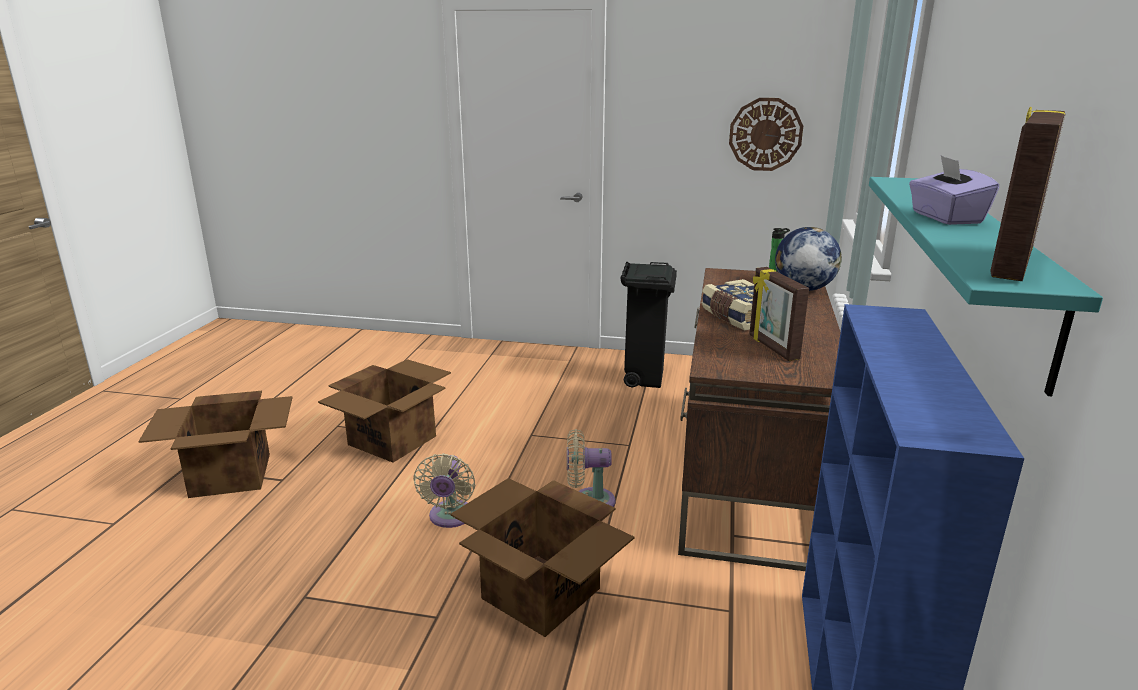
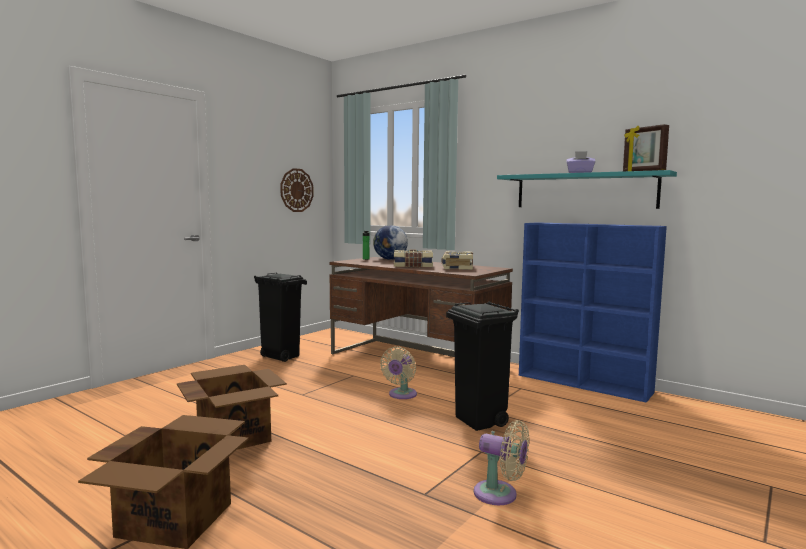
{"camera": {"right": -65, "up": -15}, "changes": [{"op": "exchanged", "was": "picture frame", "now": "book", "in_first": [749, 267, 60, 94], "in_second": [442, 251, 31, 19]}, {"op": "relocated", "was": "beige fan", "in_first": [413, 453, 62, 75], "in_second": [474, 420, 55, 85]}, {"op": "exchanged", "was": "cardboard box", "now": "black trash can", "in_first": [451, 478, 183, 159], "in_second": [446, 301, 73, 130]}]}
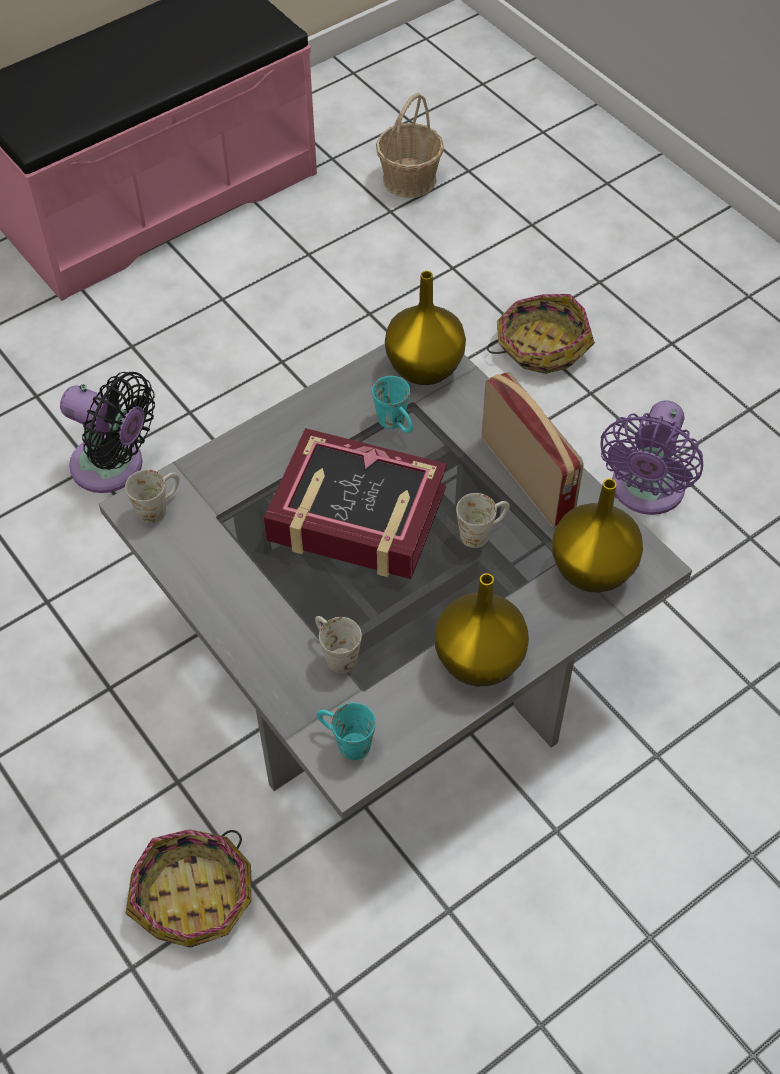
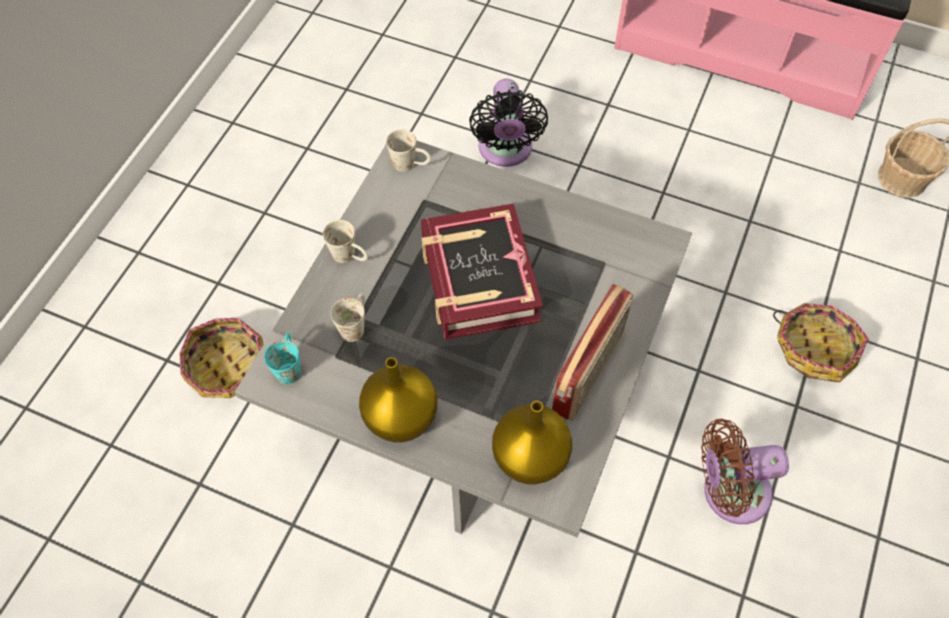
{"camera": {"right": 60, "up": 5}, "changes": [{"op": "missing", "was": "yellow vase", "in_first": [385, 271, 81, 114]}, {"op": "missing", "was": "turquoise mug", "in_first": [372, 376, 41, 57]}, {"op": "colour", "was": "purple fan", "now": "brown fan", "in_first": [600, 400, 103, 115], "in_second": [701, 419, 88, 105]}, {"op": "relocated", "was": "white mug", "in_first": [456, 493, 54, 55], "in_second": [323, 220, 45, 43]}]}
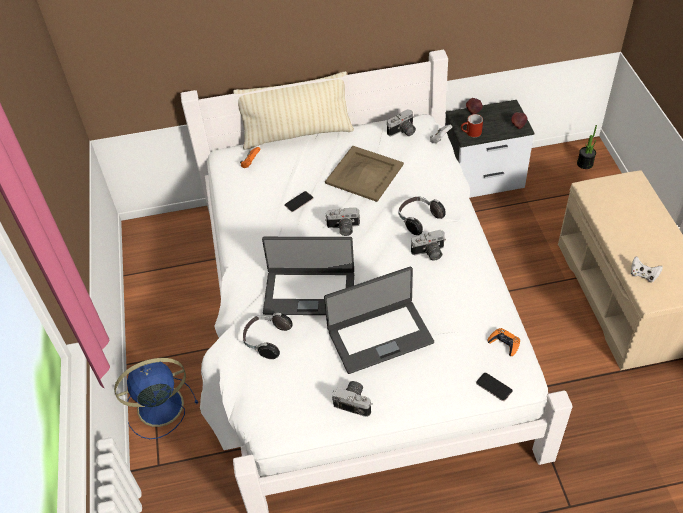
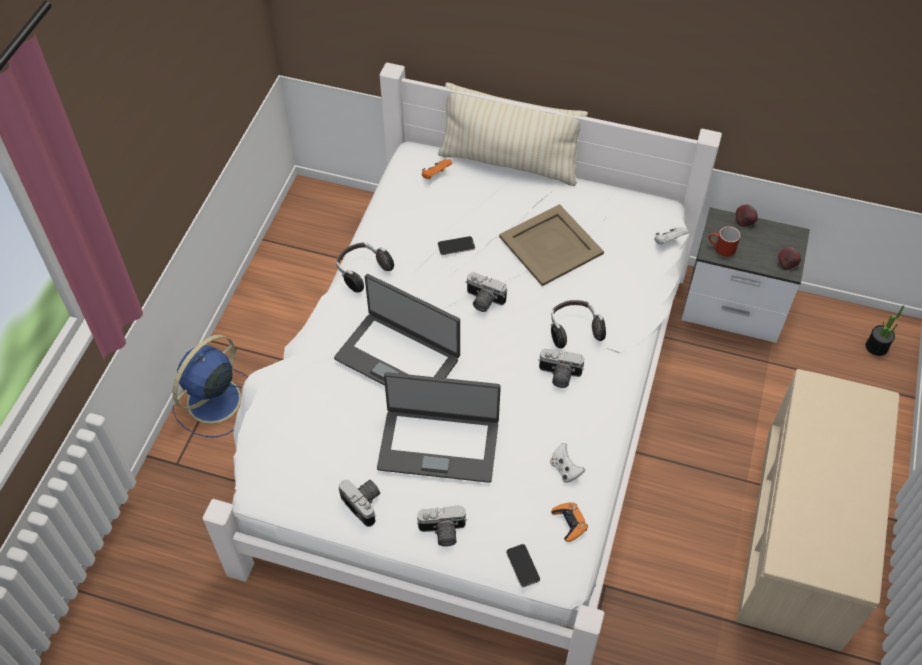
{"camera": {"right": 25, "up": 5}, "changes": [{"op": "relocated", "was": "photo camera", "in_first": [387, 109, 29, 27], "in_second": [417, 505, 50, 42]}, {"op": "relocated", "was": "white game controller", "in_first": [631, 256, 32, 26], "in_second": [550, 443, 35, 40]}, {"op": "relocated", "was": "headphones", "in_first": [243, 313, 50, 46], "in_second": [336, 242, 58, 51]}, {"op": "spun", "was": "blue fan", "in_first": [114, 358, 84, 81], "in_second": [172, 335, 76, 102], "clockwise": -60}]}
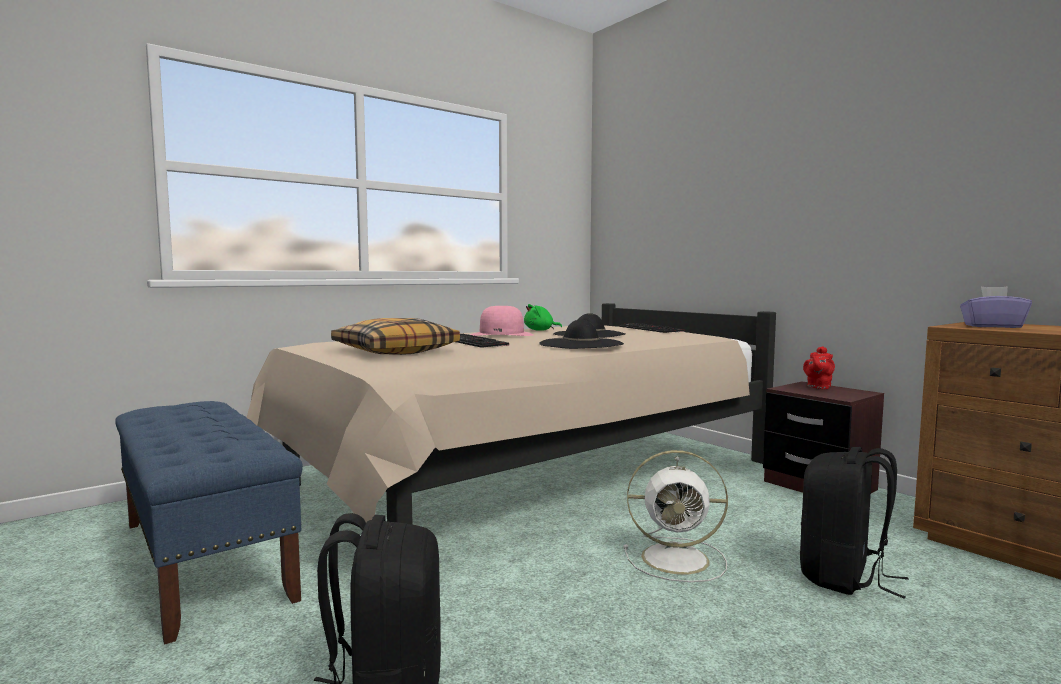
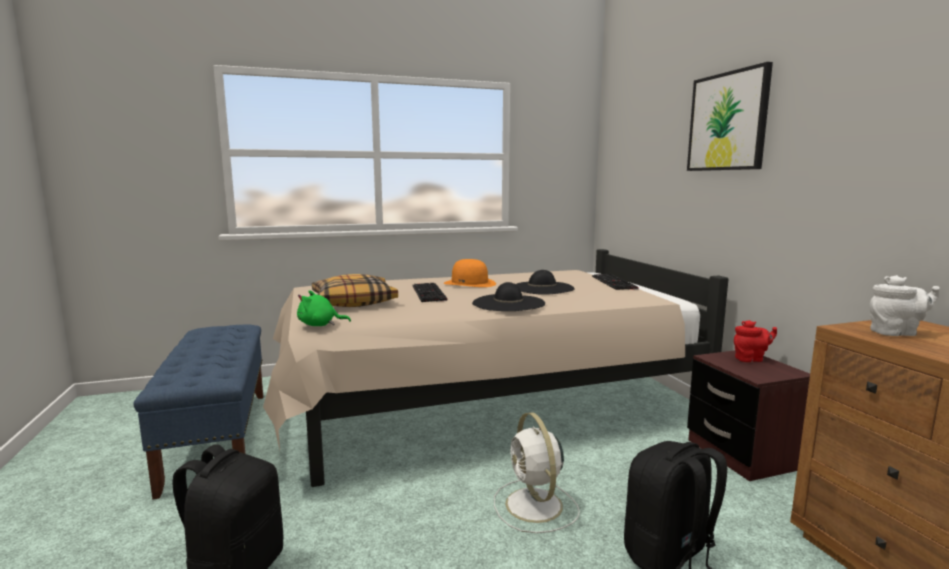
{"camera": {"right": 20, "up": 5}, "changes": [{"op": "exchanged", "was": "purple tissue box", "now": "white teapot", "in_first": [960, 286, 72, 42], "in_second": [869, 275, 71, 61]}, {"op": "relocated", "was": "green plush toy", "in_first": [524, 304, 38, 27], "in_second": [297, 290, 54, 36]}, {"op": "colour", "was": "pink hat", "now": "orange hat", "in_first": [470, 306, 64, 30], "in_second": [444, 259, 52, 28]}, {"op": "spun", "was": "red teapot", "in_first": [803, 346, 32, 43], "in_second": [734, 320, 43, 42], "clockwise": -150}, {"op": "spun", "was": "white fan", "in_first": [624, 450, 104, 132], "in_second": [494, 412, 86, 121], "clockwise": 45}, {"op": "appeared", "now": "picture", "in_second": [687, 62, 86, 109]}]}
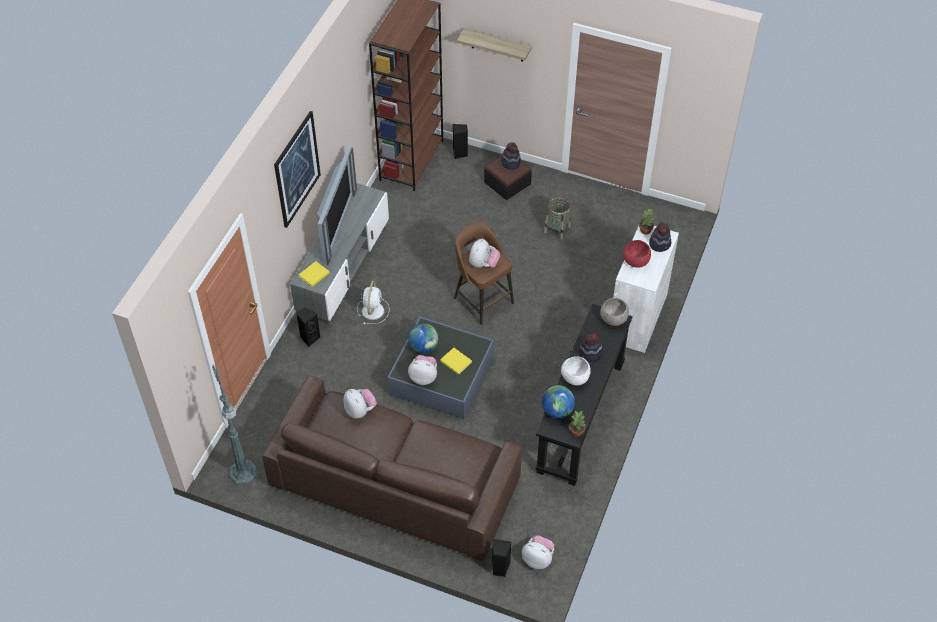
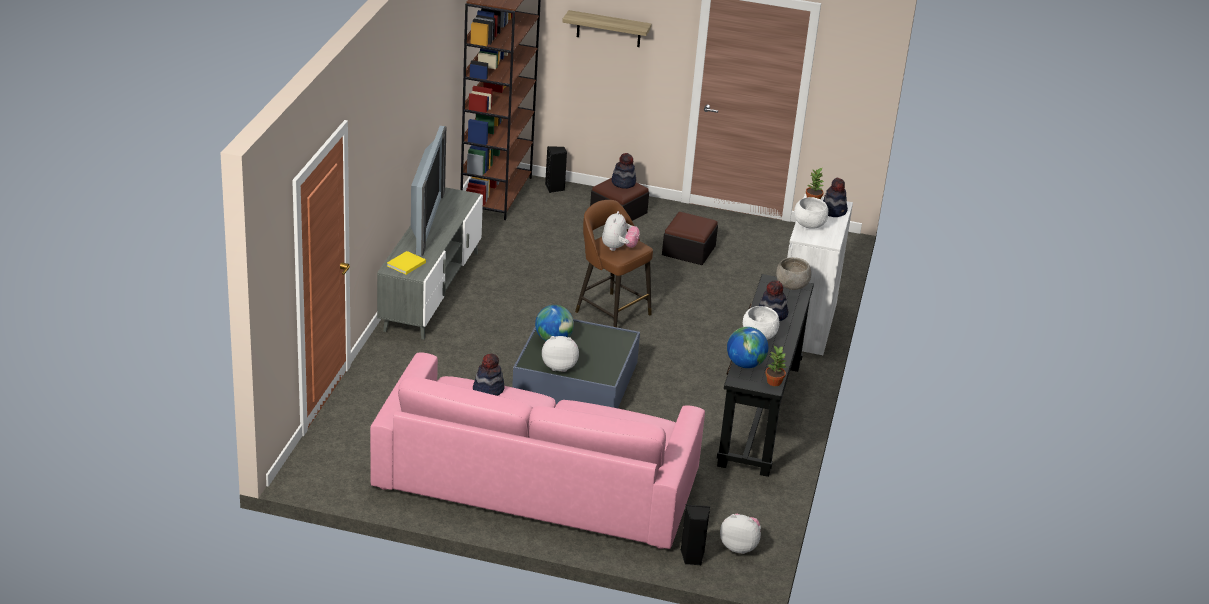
{"camera": {"right": -10, "up": -20}, "changes": [{"op": "missing", "was": "picture", "in_first": [274, 111, 47, 117]}, {"op": "exchanged", "was": "basket", "now": "ottoman", "in_first": [544, 197, 27, 43], "in_second": [662, 212, 56, 53]}, {"op": "colour", "was": "red bowl", "now": "white bowl", "in_first": [623, 240, 28, 28], "in_second": [794, 197, 34, 32]}, {"op": "missing", "was": "white fan", "in_first": [357, 281, 33, 43]}, {"op": "missing", "was": "black speaker", "in_first": [297, 307, 23, 40]}, {"op": "missing", "was": "yellow book", "in_first": [440, 348, 32, 27]}, {"op": "missing", "was": "green floor lamp", "in_first": [212, 365, 45, 120]}, {"op": "colour", "was": "brown sofa", "now": "pink sofa", "in_first": [262, 376, 260, 185], "in_second": [370, 352, 335, 197]}, {"op": "exchanged", "was": "plush toy", "now": "hat", "in_first": [343, 389, 34, 30], "in_second": [473, 354, 32, 42]}]}
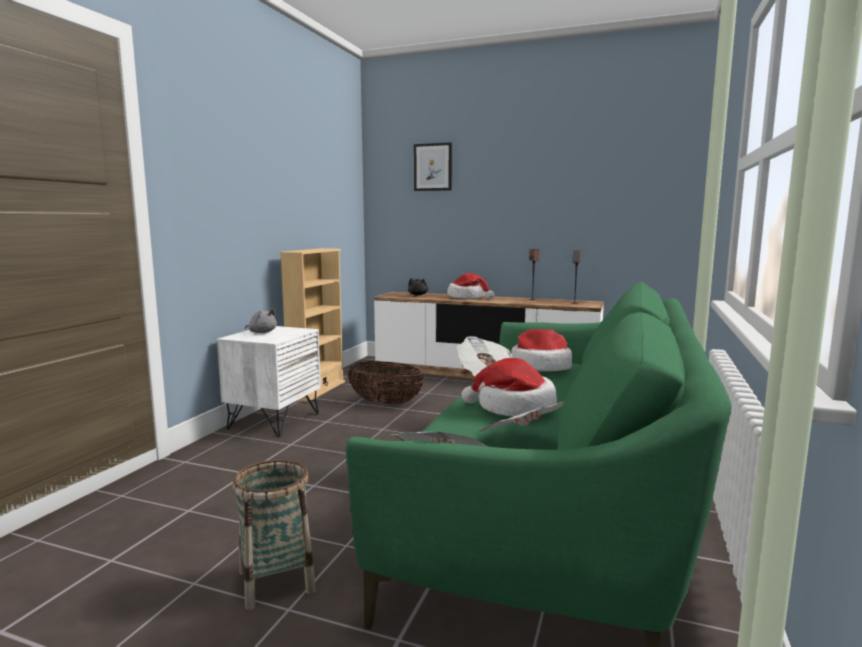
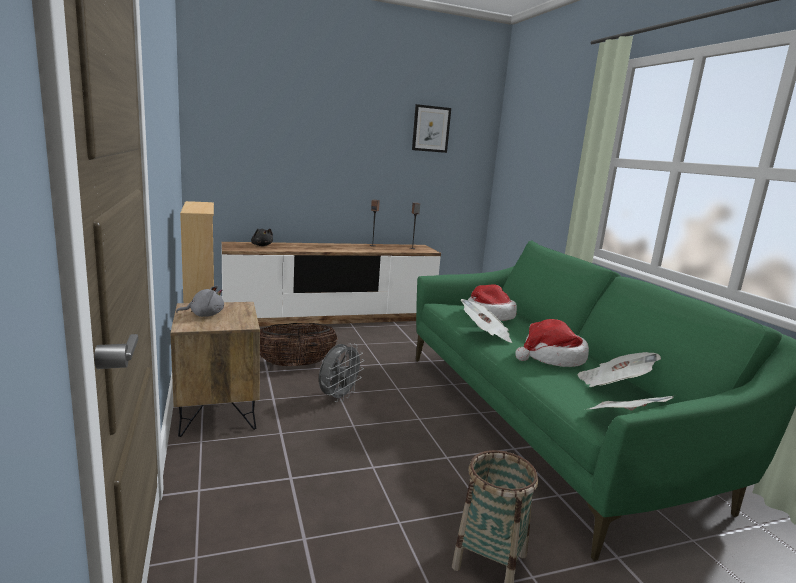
{"camera": {"right": -40, "up": 5}, "changes": [{"op": "relocated", "was": "picture", "in_first": [414, 142, 38, 49], "in_second": [412, 104, 39, 49]}, {"op": "missing", "was": "hat", "in_first": [447, 273, 47, 26]}, {"op": "colour", "was": "white nightstand", "now": "brown nightstand", "in_first": [217, 326, 104, 111], "in_second": [170, 302, 90, 135]}, {"op": "appeared", "now": "grey fan", "in_second": [319, 343, 45, 59]}]}
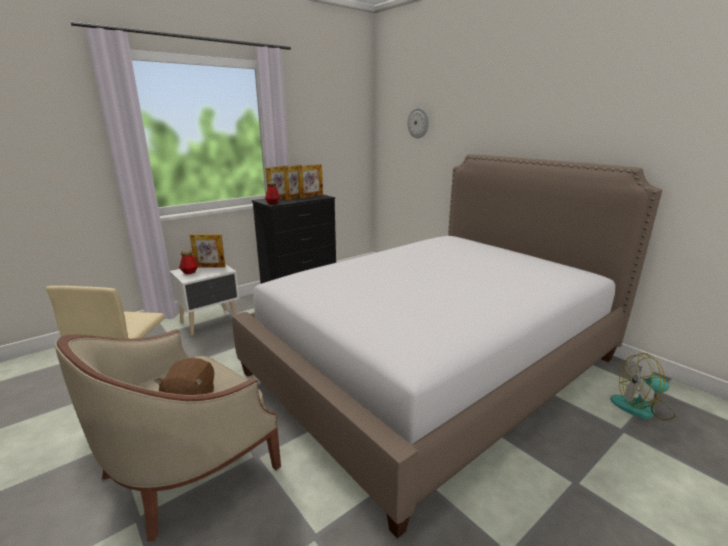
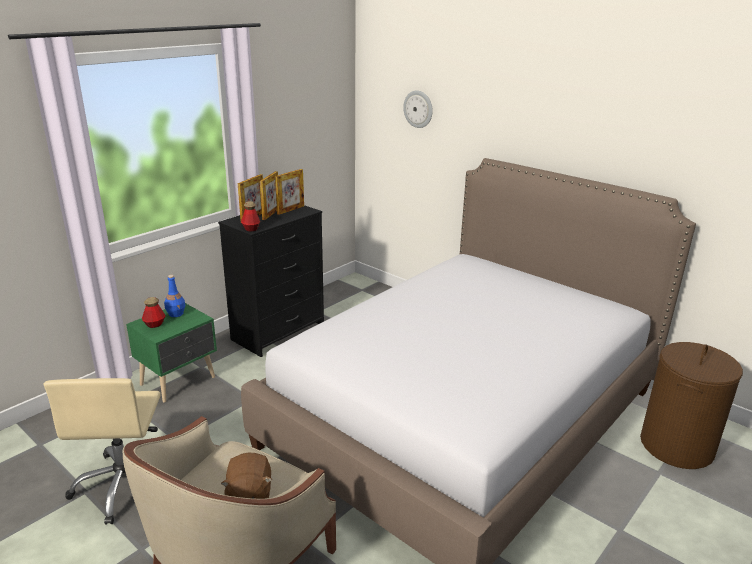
{"camera": {"right": -10, "up": 5}, "changes": [{"op": "exchanged", "was": "picture frame", "now": "blue bottle", "in_first": [190, 234, 35, 34], "in_second": [164, 275, 21, 42]}, {"op": "colour", "was": "white nightstand", "now": "green nightstand", "in_first": [170, 264, 69, 71], "in_second": [126, 303, 91, 100]}, {"op": "exchanged", "was": "fan", "now": "brown laundry basket", "in_first": [610, 353, 65, 67], "in_second": [640, 342, 103, 127]}]}
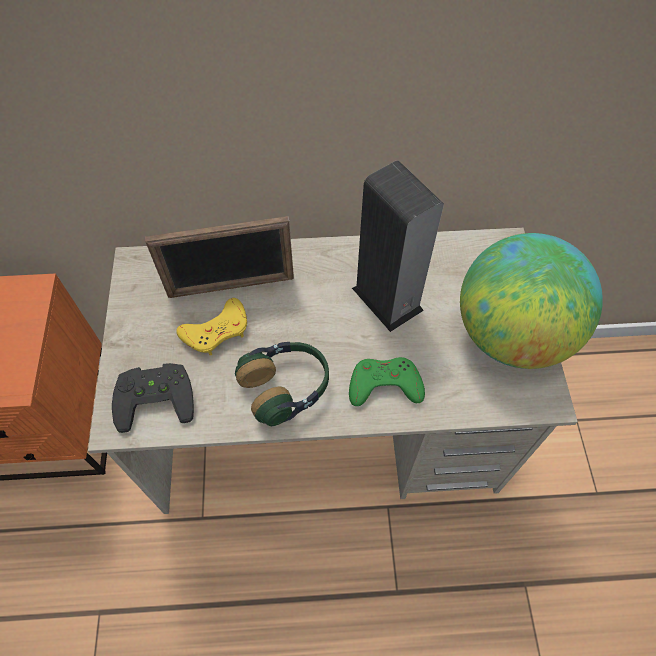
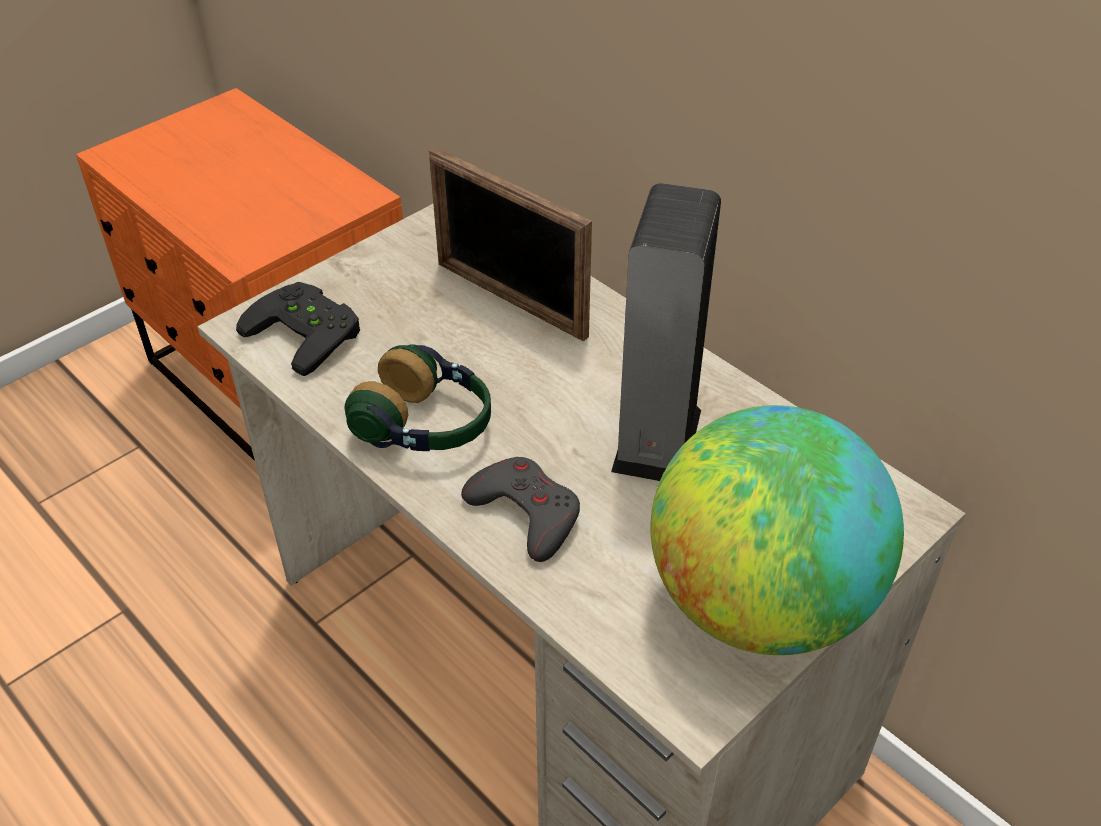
{"camera": {"right": 50, "up": -15}, "changes": [{"op": "missing", "was": "yellow game controller", "in_first": [176, 298, 71, 57]}, {"op": "colour", "was": "green game controller", "now": "grey game controller", "in_first": [349, 357, 76, 49], "in_second": [461, 457, 119, 105]}]}
